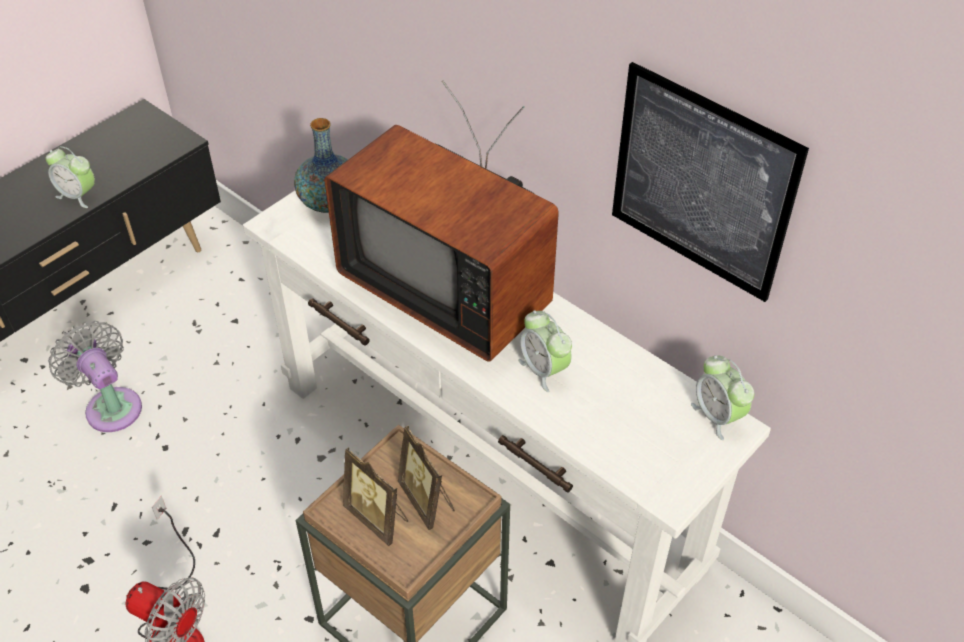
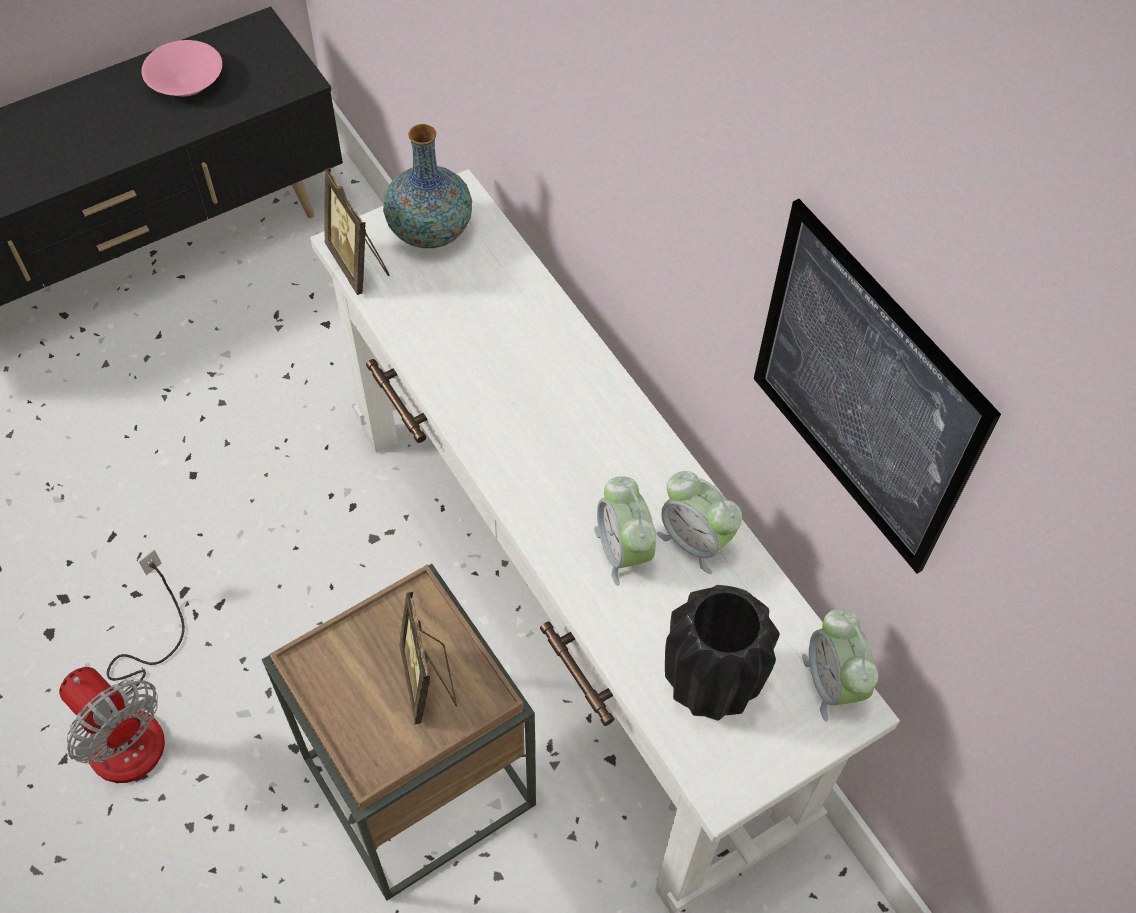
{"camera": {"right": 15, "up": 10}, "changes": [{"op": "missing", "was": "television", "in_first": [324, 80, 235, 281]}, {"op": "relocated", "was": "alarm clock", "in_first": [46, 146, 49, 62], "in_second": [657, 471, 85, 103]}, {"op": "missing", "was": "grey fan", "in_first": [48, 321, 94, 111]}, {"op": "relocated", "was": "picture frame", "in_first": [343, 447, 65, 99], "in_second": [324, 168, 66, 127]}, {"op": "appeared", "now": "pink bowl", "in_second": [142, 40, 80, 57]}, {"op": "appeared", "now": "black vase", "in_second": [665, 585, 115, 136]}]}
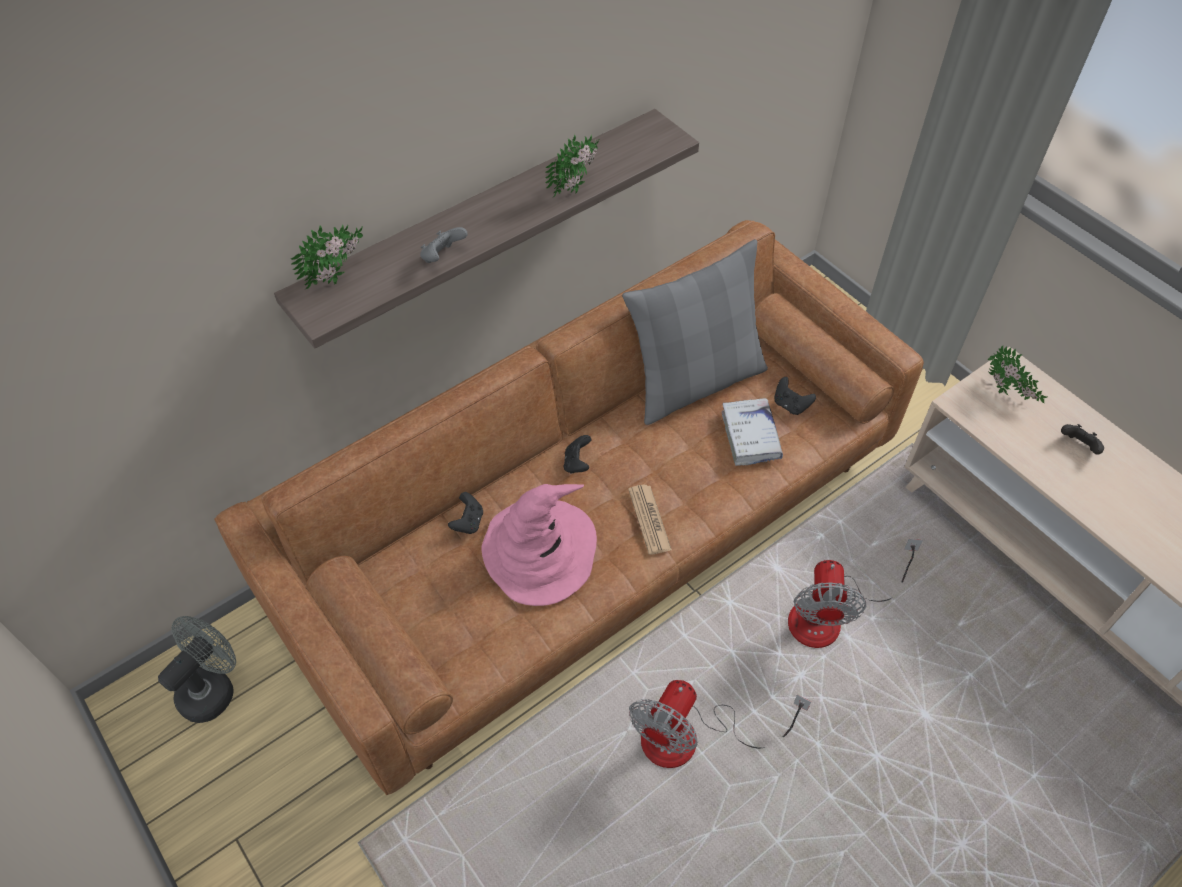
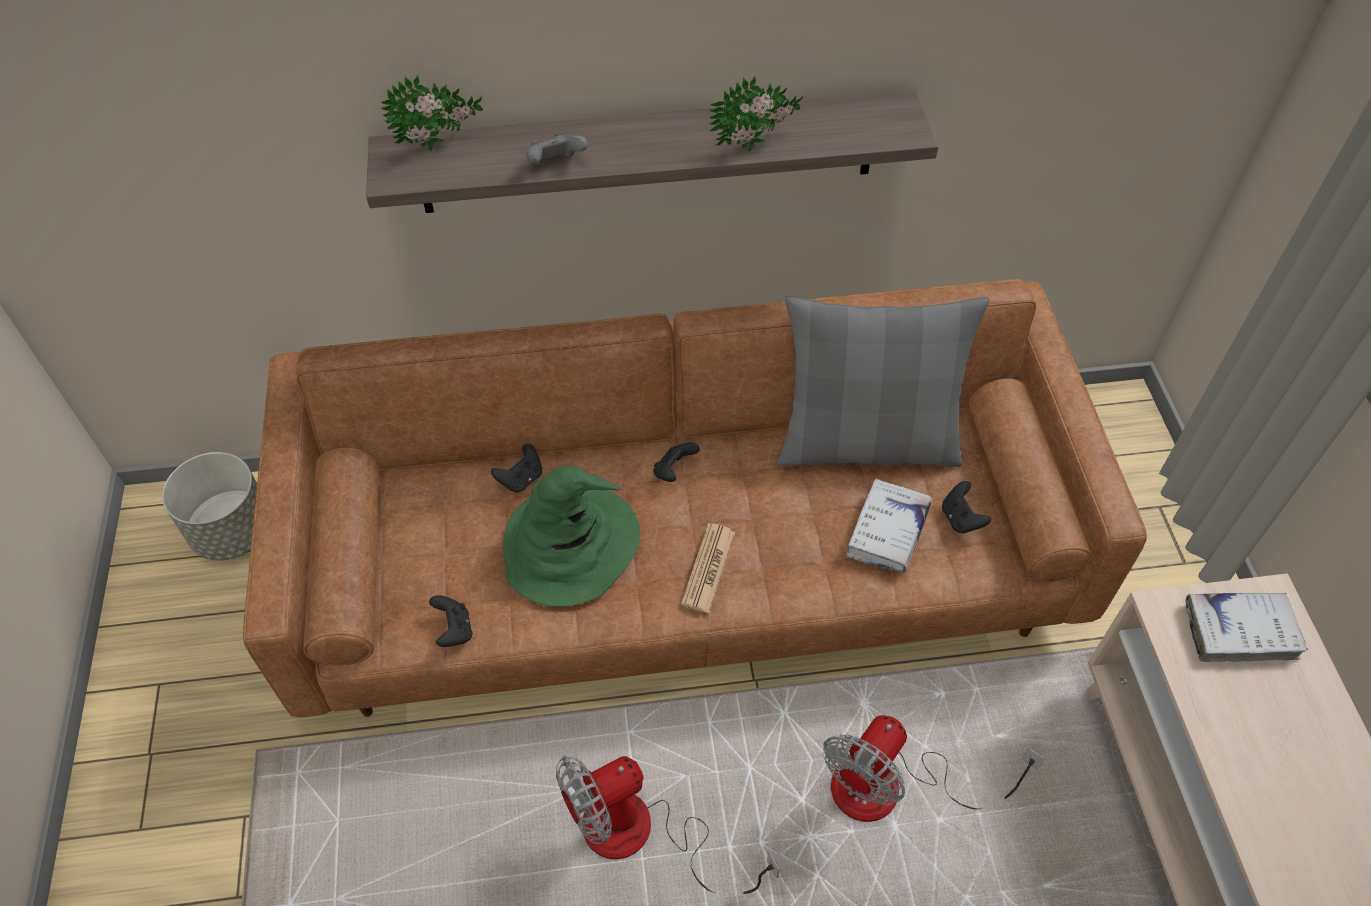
{"camera": {"right": 30, "up": 0}, "changes": [{"op": "exchanged", "was": "potted plant", "now": "white book", "in_first": [988, 346, 60, 57], "in_second": [1186, 593, 122, 69]}, {"op": "relocated", "was": "black game controller", "in_first": [1061, 424, 43, 31], "in_second": [429, 595, 43, 52]}, {"op": "colour", "was": "pink hat", "now": "green hat", "in_first": [482, 484, 115, 122], "in_second": [503, 466, 137, 141]}, {"op": "exchanged", "was": "grey fan", "now": "grey planter", "in_first": [158, 616, 78, 107], "in_second": [162, 452, 95, 108]}]}
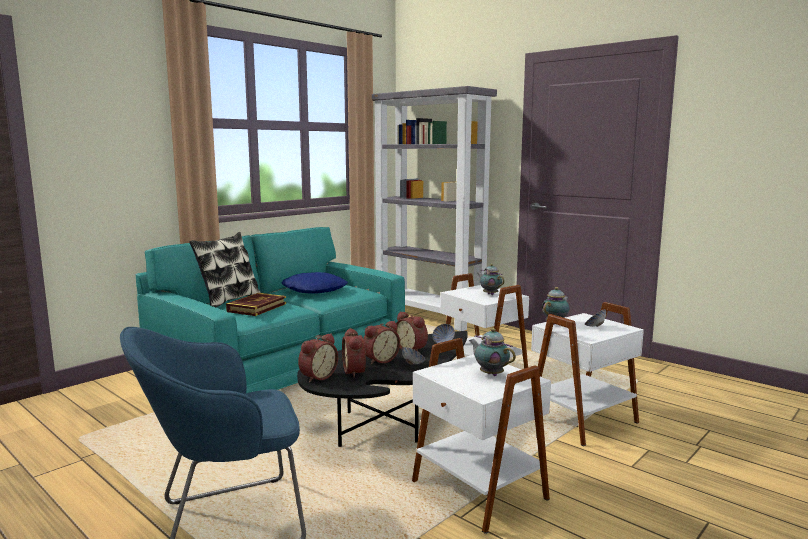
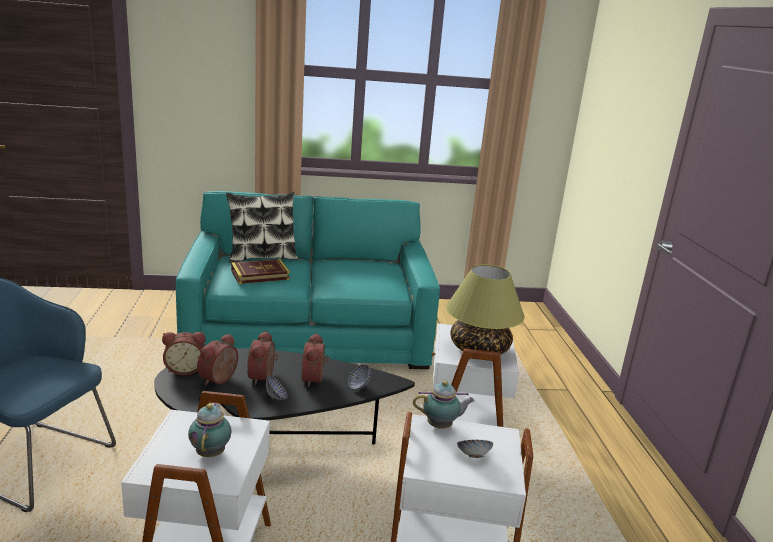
{"camera": {"right": 40, "up": 10}, "changes": [{"op": "missing", "was": "grey bookcase", "in_first": [372, 86, 125, 245]}, {"op": "exchanged", "was": "teapot", "now": "table lamp", "in_first": [477, 264, 28, 31], "in_second": [446, 265, 79, 90]}, {"op": "missing", "was": "blue pillow", "in_first": [281, 272, 67, 21]}, {"op": "spun", "was": "alarm clock", "in_first": [363, 321, 37, 44], "in_second": [247, 331, 31, 54], "clockwise": 90}]}
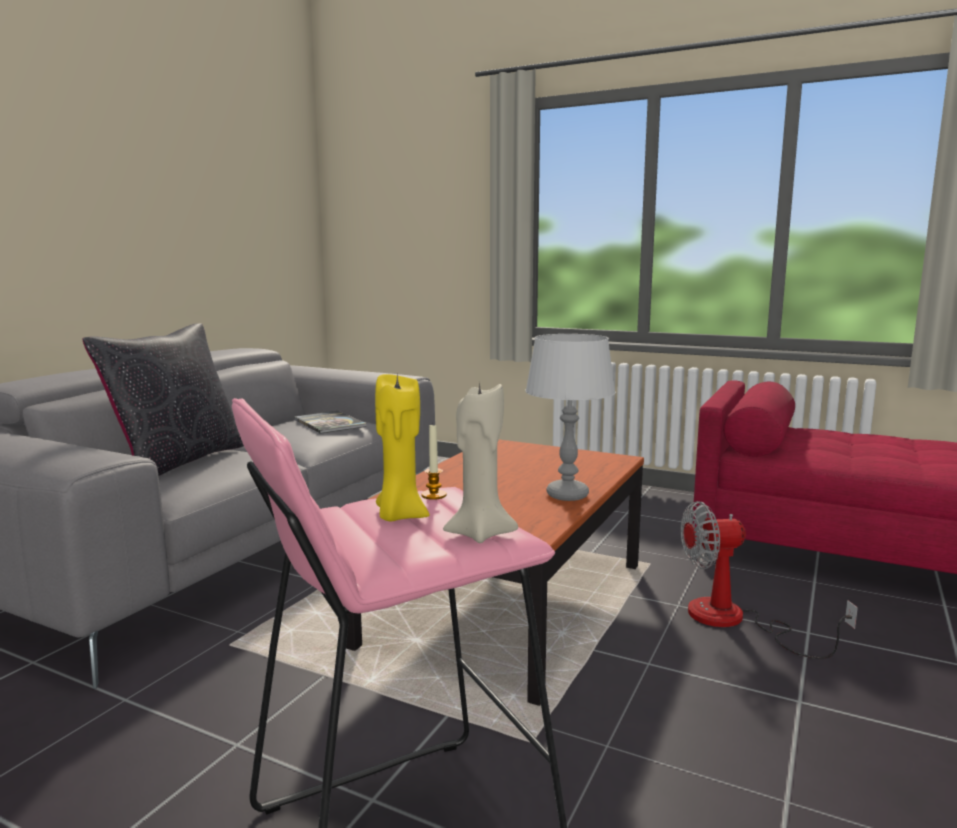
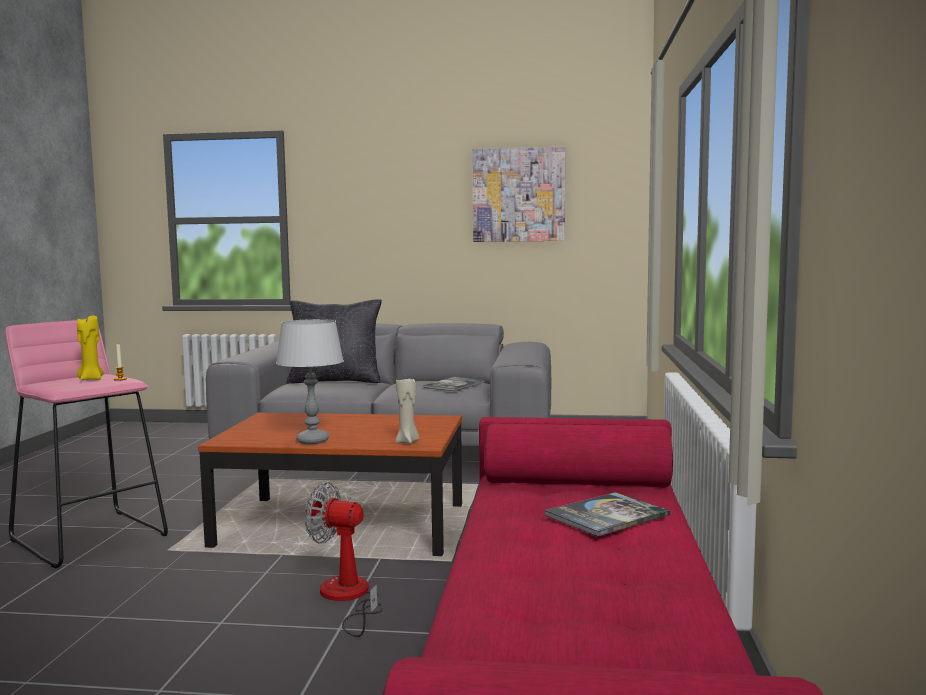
{"camera": {"right": 70, "up": -5}, "changes": [{"op": "relocated", "was": "beige candle", "in_first": [443, 380, 75, 163], "in_second": [396, 378, 23, 66]}, {"op": "spun", "was": "fan", "in_first": [681, 501, 177, 158], "in_second": [305, 482, 78, 155], "clockwise": -45}, {"op": "appeared", "now": "picture", "in_second": [472, 146, 93, 96]}, {"op": "appeared", "now": "book", "in_second": [544, 492, 126, 44]}]}
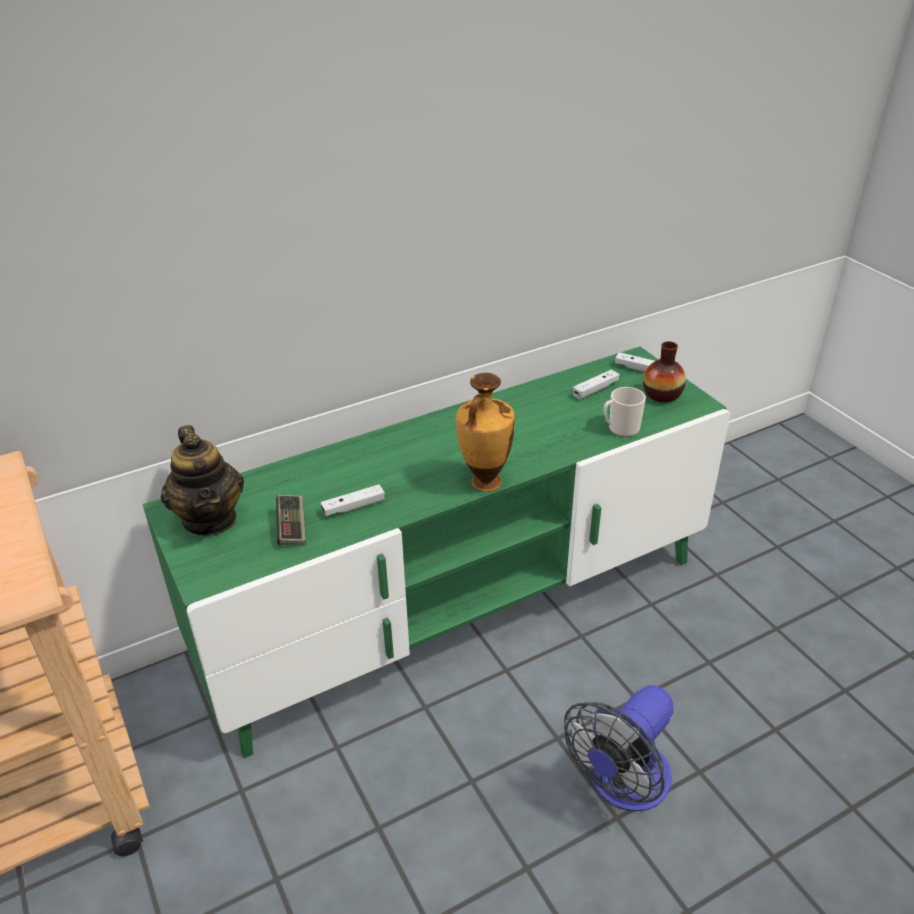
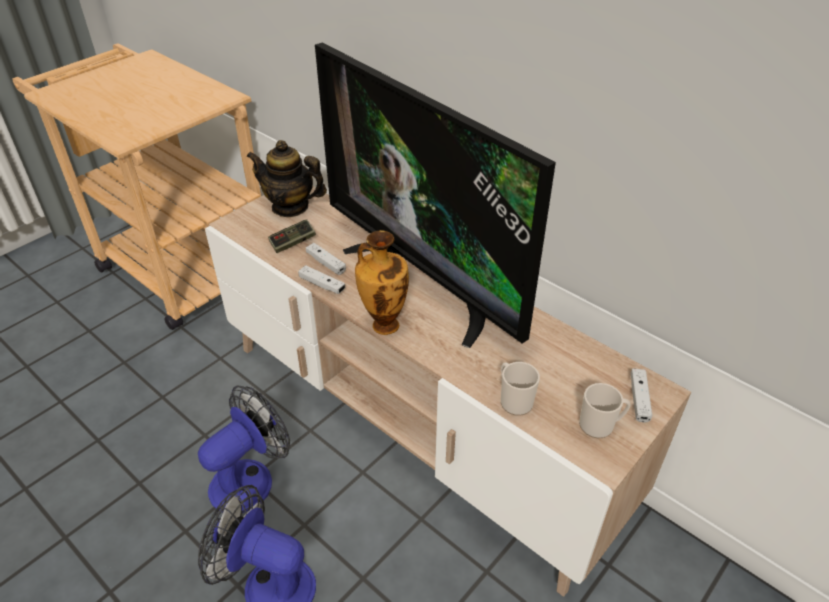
{"camera": {"right": 70, "up": 5}, "changes": [{"op": "exchanged", "was": "vase", "now": "mug", "in_first": [643, 341, 43, 62], "in_second": [579, 383, 52, 55]}, {"op": "colour", "was": "green tv stand", "now": "beige tv stand", "in_first": [143, 346, 587, 412], "in_second": [205, 186, 486, 411]}, {"op": "relocated", "was": "white game controller", "in_first": [573, 369, 47, 30], "in_second": [298, 265, 47, 29]}, {"op": "spun", "was": "teapot", "in_first": [161, 425, 83, 111], "in_second": [246, 140, 81, 77], "clockwise": 60}, {"op": "appeared", "now": "television", "in_second": [315, 42, 241, 306]}, {"op": "appeared", "now": "fan", "in_second": [198, 386, 92, 127]}]}
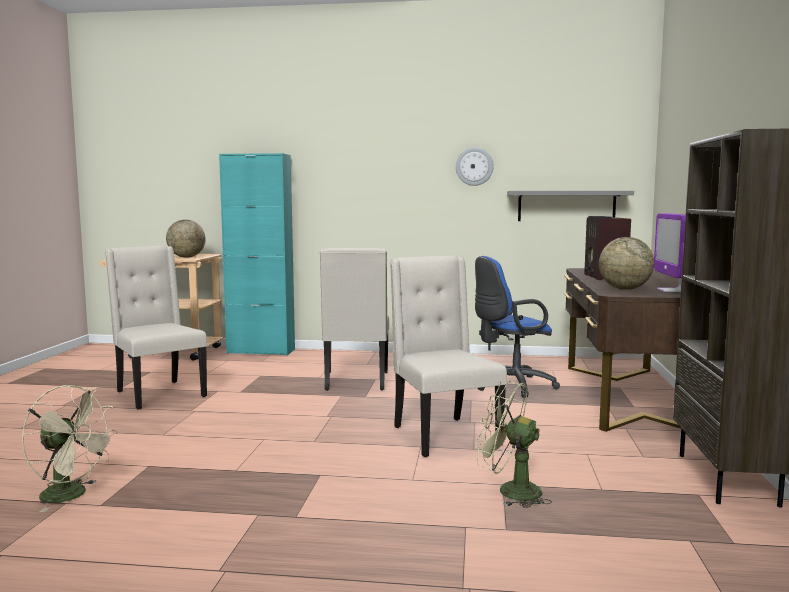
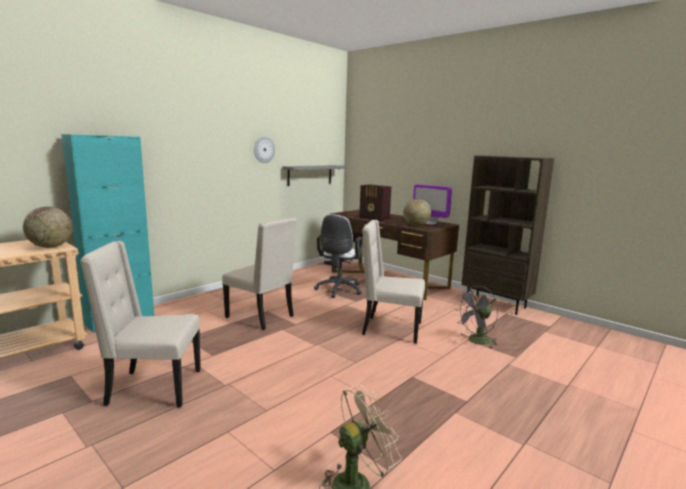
{"camera": {"right": -55, "up": 5}, "changes": [{"op": "colour", "was": "blue office chair", "now": "white office chair", "in_first": [475, 256, 85, 141], "in_second": [314, 214, 48, 84]}, {"op": "colour", "was": "green fan", "now": "grey fan", "in_first": [476, 380, 76, 128], "in_second": [454, 286, 44, 62]}]}
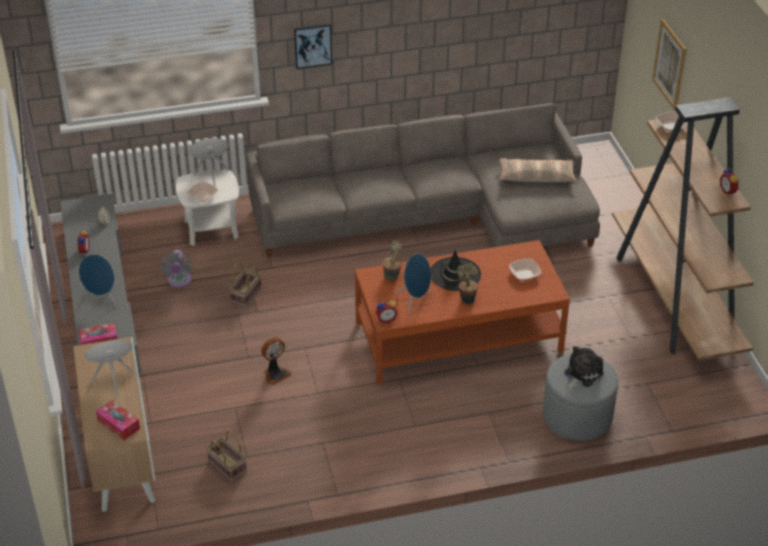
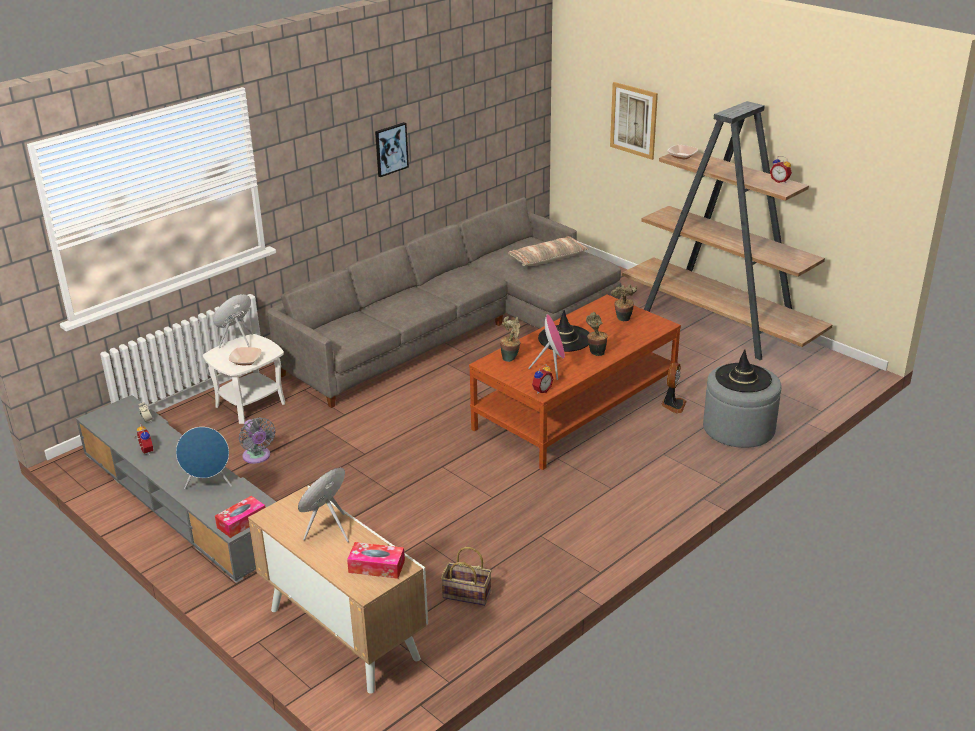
{"camera": {"right": -30, "up": -10}, "changes": [{"op": "relocated", "was": "picture", "in_first": [294, 23, 38, 46], "in_second": [375, 122, 34, 55]}, {"op": "colour", "was": "blue speaker", "now": "pink speaker", "in_first": [396, 254, 35, 60], "in_second": [528, 314, 37, 66]}, {"op": "exchanged", "was": "bowl", "now": "potted plant", "in_first": [509, 259, 32, 21], "in_second": [611, 285, 26, 36]}, {"op": "missing", "was": "basket", "in_first": [229, 262, 32, 45]}, {"op": "relocated", "was": "fan", "in_first": [261, 337, 30, 48], "in_second": [661, 362, 26, 52]}, {"op": "exchanged", "was": "plush toy", "now": "black hat", "in_first": [564, 346, 40, 44], "in_second": [715, 349, 57, 43]}]}
